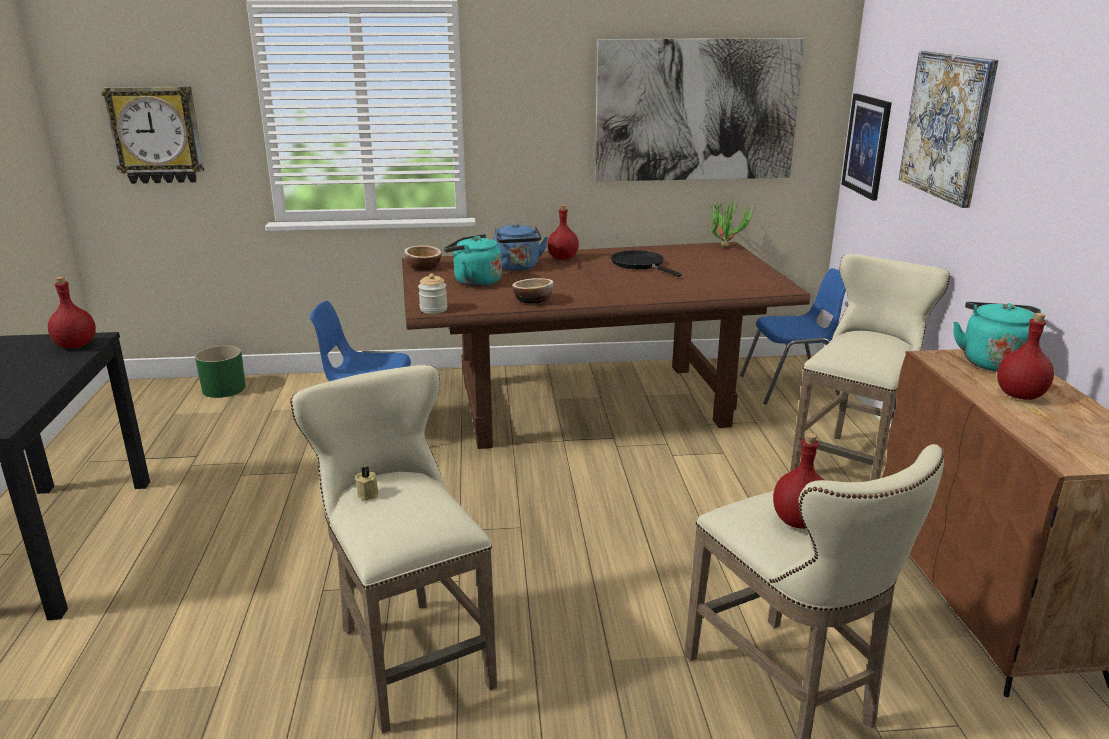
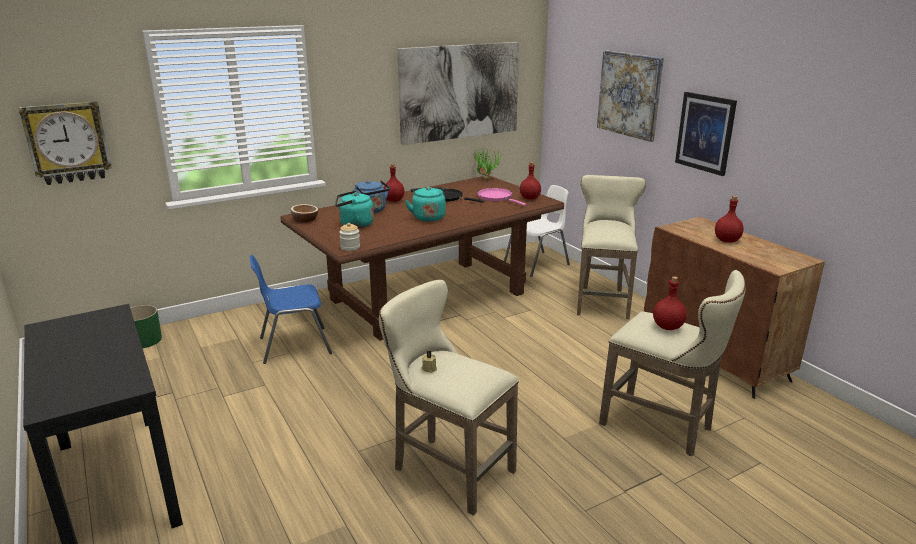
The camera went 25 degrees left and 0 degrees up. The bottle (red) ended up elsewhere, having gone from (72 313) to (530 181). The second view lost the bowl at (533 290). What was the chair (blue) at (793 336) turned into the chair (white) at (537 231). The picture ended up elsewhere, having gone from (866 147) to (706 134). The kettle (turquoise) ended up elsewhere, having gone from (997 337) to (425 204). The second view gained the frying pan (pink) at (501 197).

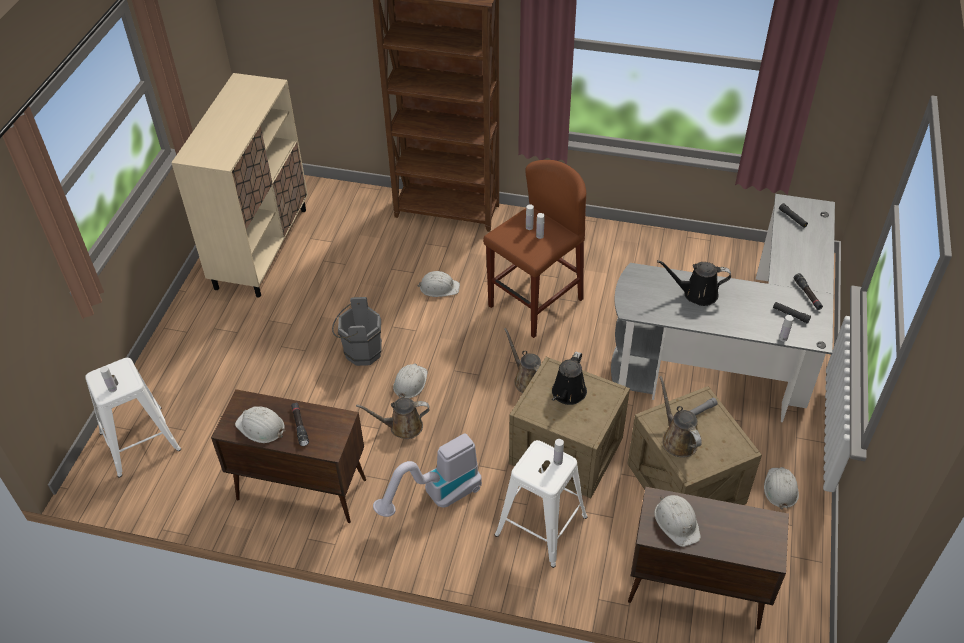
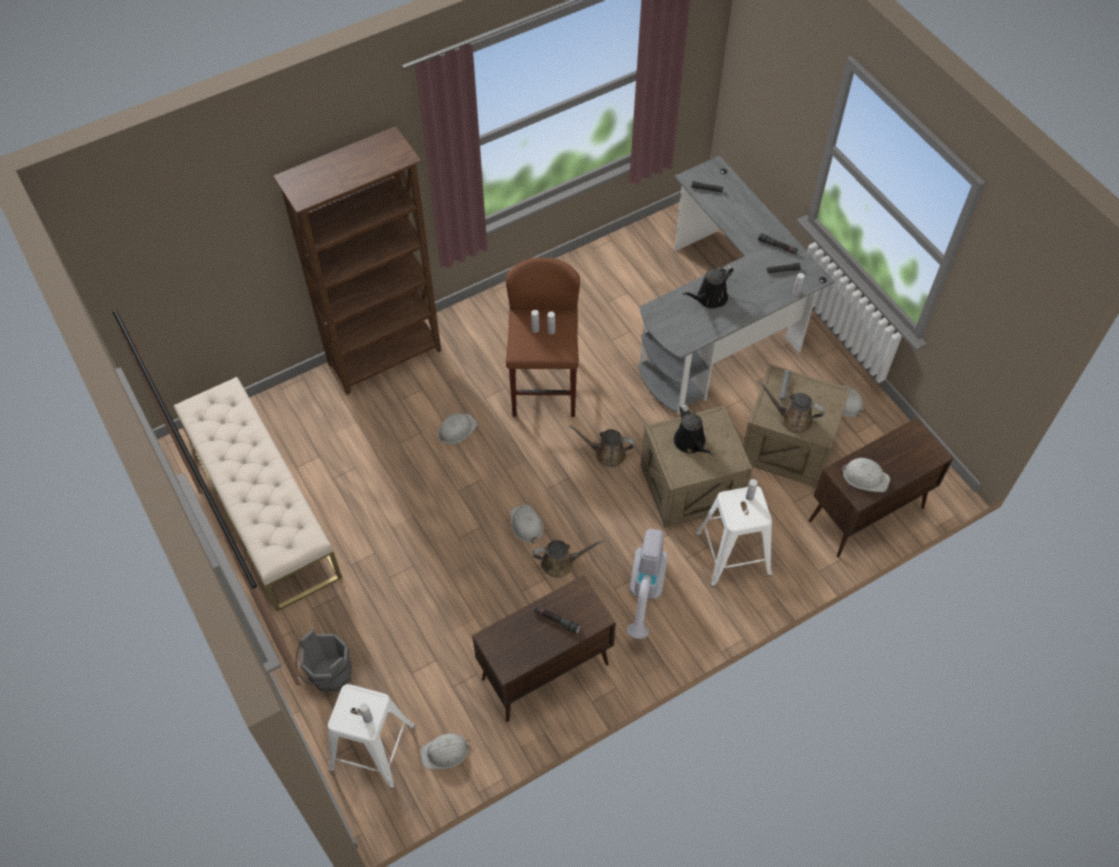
The camera went 45 degrees left and 10 degrees up. Where the cabinet (beige) stood at (239 185), the bench (beige) came to stand at (258 494). The hard hat (white) ended up elsewhere, having gone from (260 424) to (445 751). The bucket (grey) ended up elsewhere, having gone from (357 331) to (323 661). The watering can (brown) at (393 418) ended up facing another way, 135 degrees counterclockwise from before.

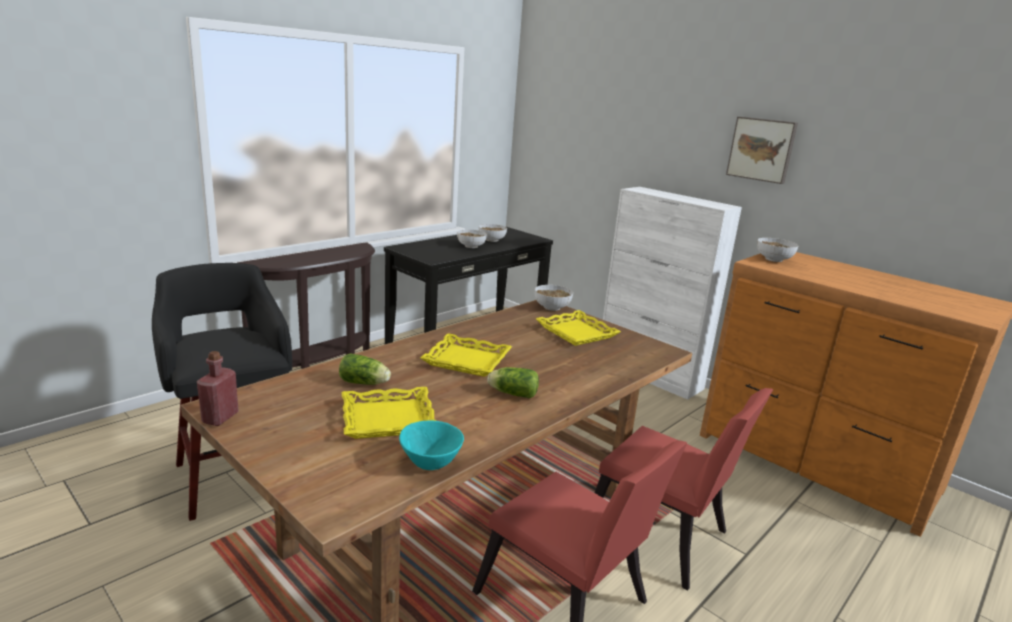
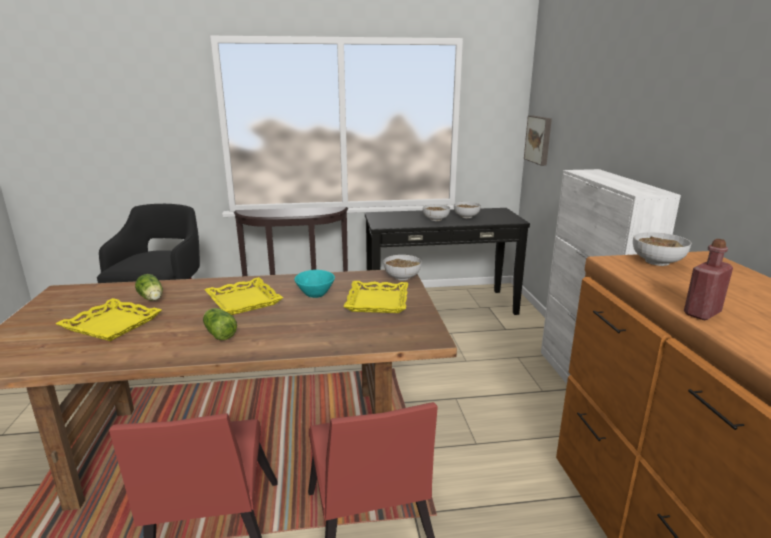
The camera went 40 degrees right and 0 degrees up. The bottle (red) ended up elsewhere, having gone from (218 388) to (708 279). The bowl (turquoise) ended up elsewhere, having gone from (431 445) to (314 284). The picture ended up elsewhere, having gone from (762 150) to (538 141).

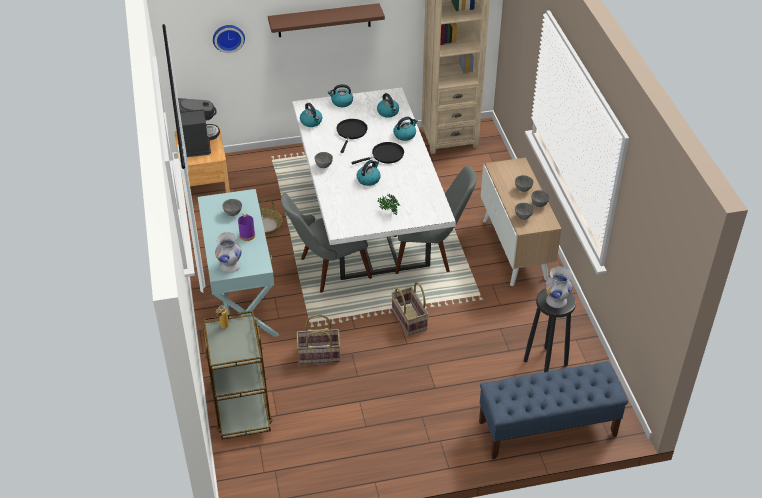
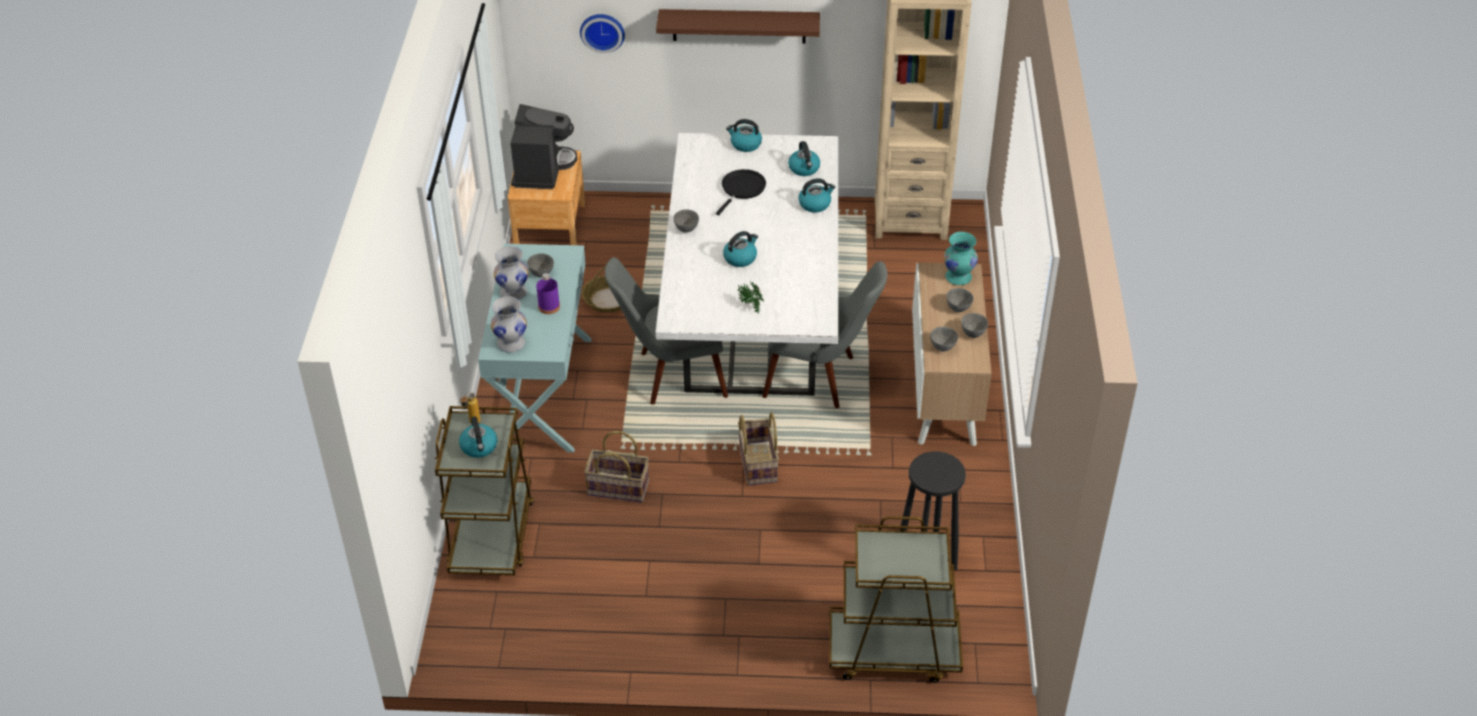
The camera went 15 degrees right and 0 degrees up. The kettle ended up elsewhere, having gone from (311 115) to (478 437). The second view lost the frying pan (black) at (377 153). Where the bench (blue) stood at (553 410), the cart (brown) came to stand at (896 599). The vase (white) ended up elsewhere, having gone from (558 287) to (511 273). The second view gained the vase (turquoise) at (961 258).

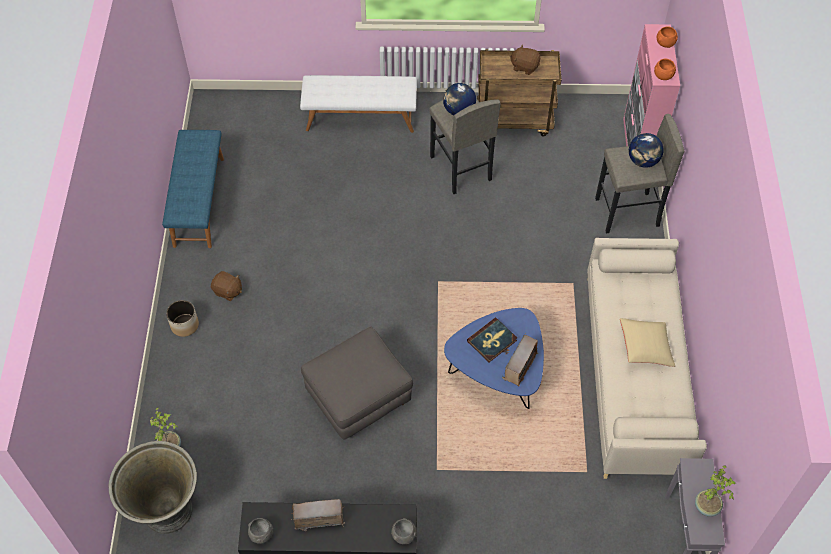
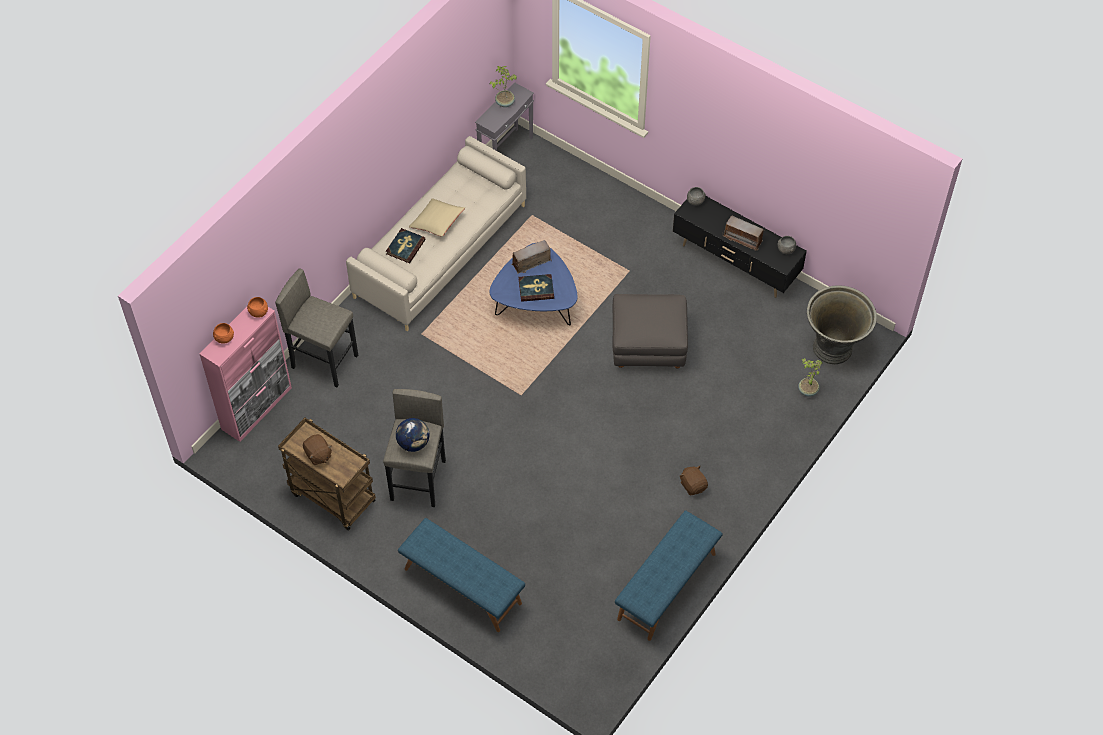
The camera went 145 degrees left and 0 degrees up. The second view lost the planter at (182 318). What was the bench (white) at (358 104) turned into the bench (blue) at (461 575). The second view lost the globe at (646 150). The second view gained the book at (406 245).

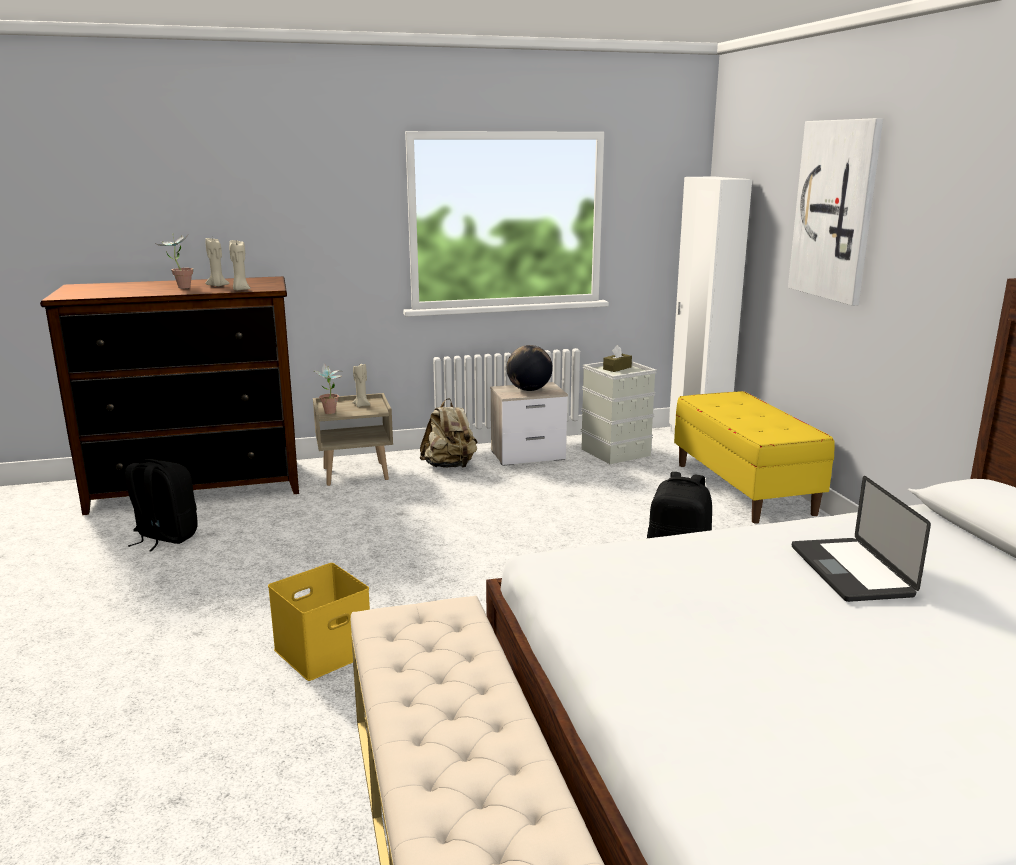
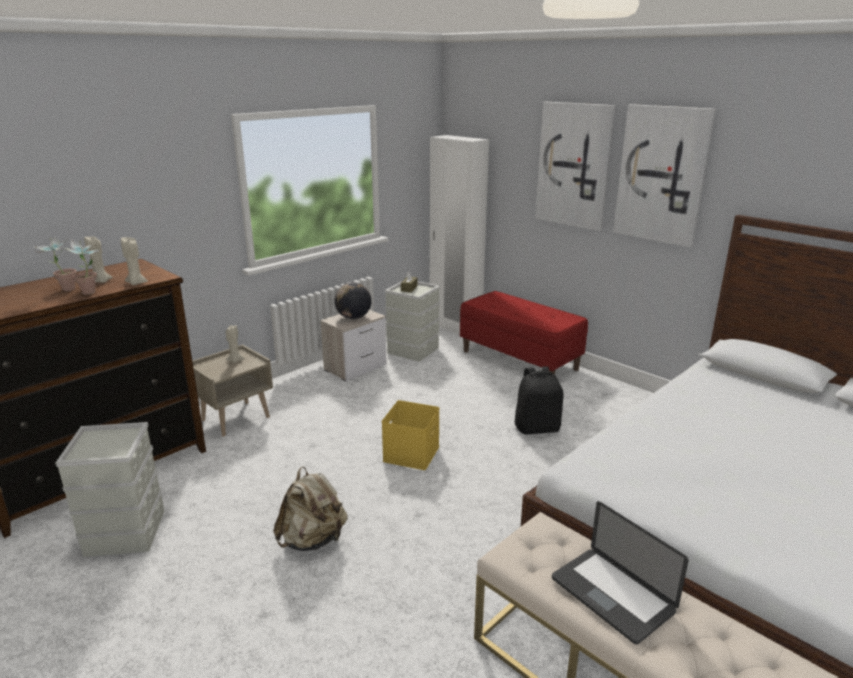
The camera went 30 degrees left and 5 degrees up. Where the backpack (black) stood at (161 505), the storage box (grey) came to stand at (109 489). The storage box (yellow) ended up elsewhere, having gone from (319 622) to (411 435). The potted plant ended up elsewhere, having gone from (327 389) to (82 267). The backpack (beige) ended up elsewhere, having gone from (448 433) to (310 509). What was the bench (yellow) at (754 457) turned into the bench (red) at (524 333). The laptop ended up elsewhere, having gone from (861 539) to (620 573). The second view gained the picture at (664 175).

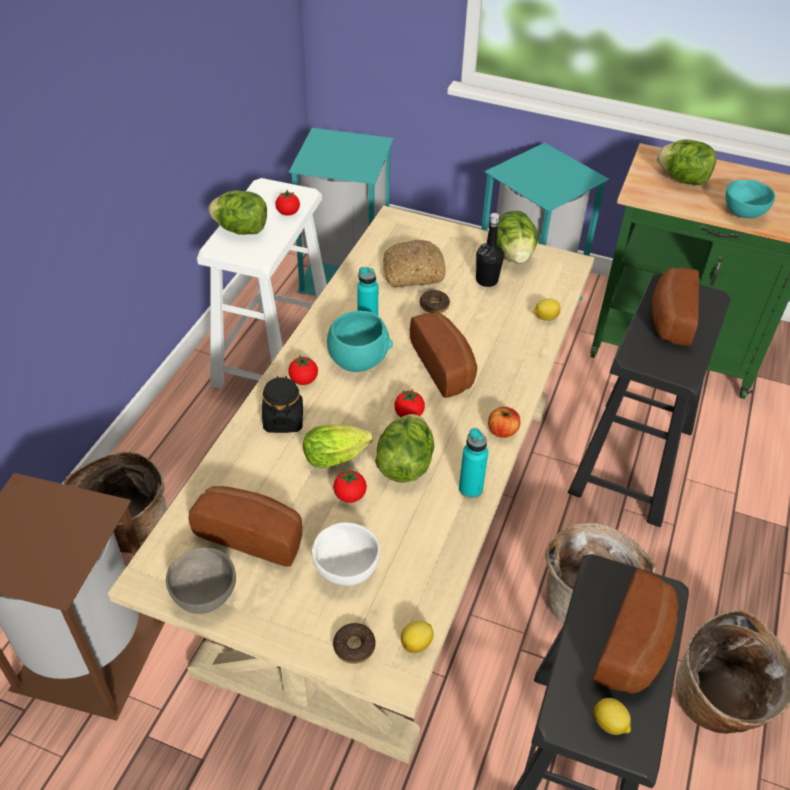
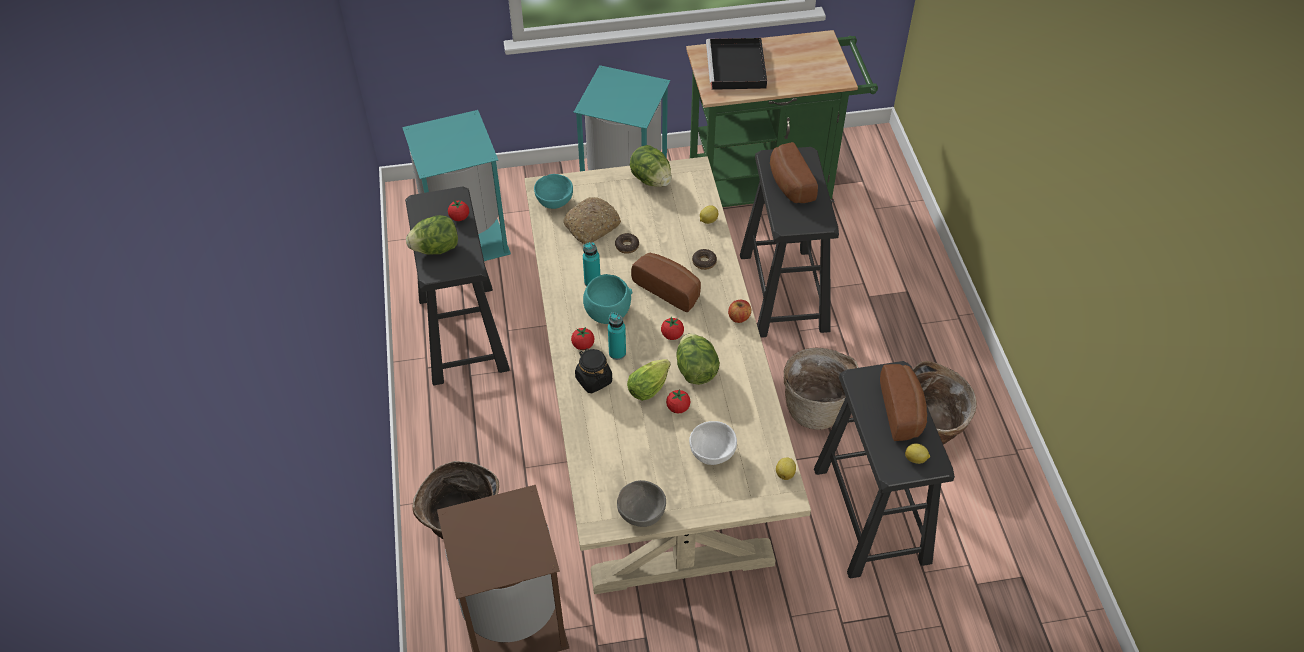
The camera went 30 degrees left and 5 degrees up. The second view lost the bread at (245 526). What was the stool (white) at (262 283) turned into the stool (black) at (457 285). The donut ended up elsewhere, having gone from (354 643) to (704 259). The bottle (turquoise) ended up elsewhere, having gone from (473 463) to (617 336). The second view lost the bottle (black) at (490 250). Where the lettuce stood at (687 162), the tray (black) came to stand at (736 64). The bowl (turquoise) ended up elsewhere, having gone from (750 198) to (553 191).

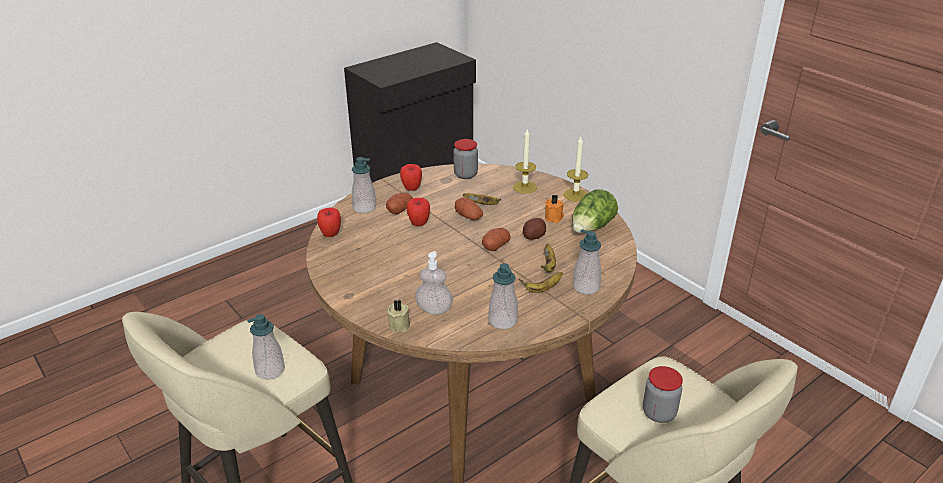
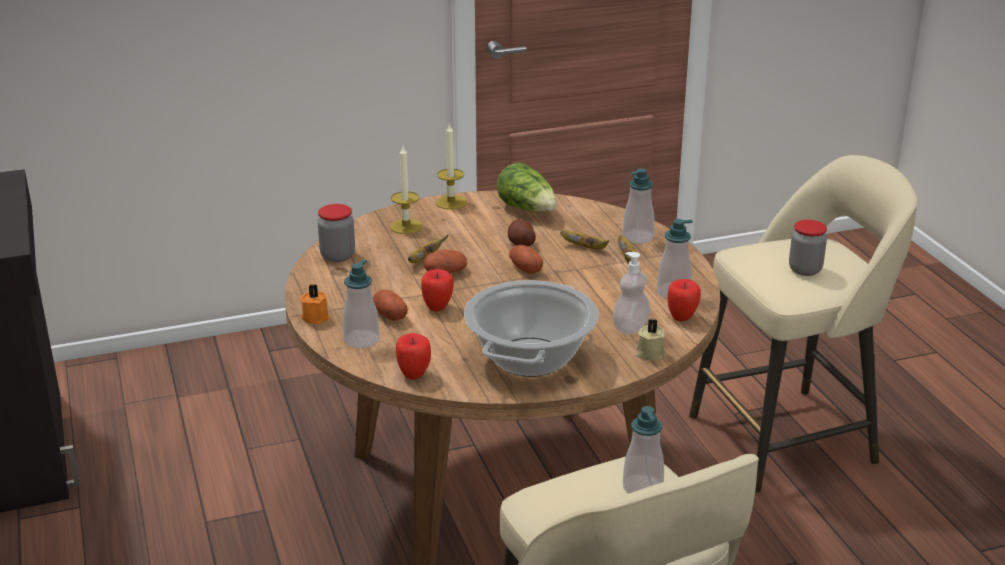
The camera went 70 degrees left and 5 degrees down. The apple ended up elsewhere, having gone from (411 177) to (684 300). The candle (orange) ended up elsewhere, having gone from (554 208) to (315 304). The second view gained the cooking pot at (531 328).

